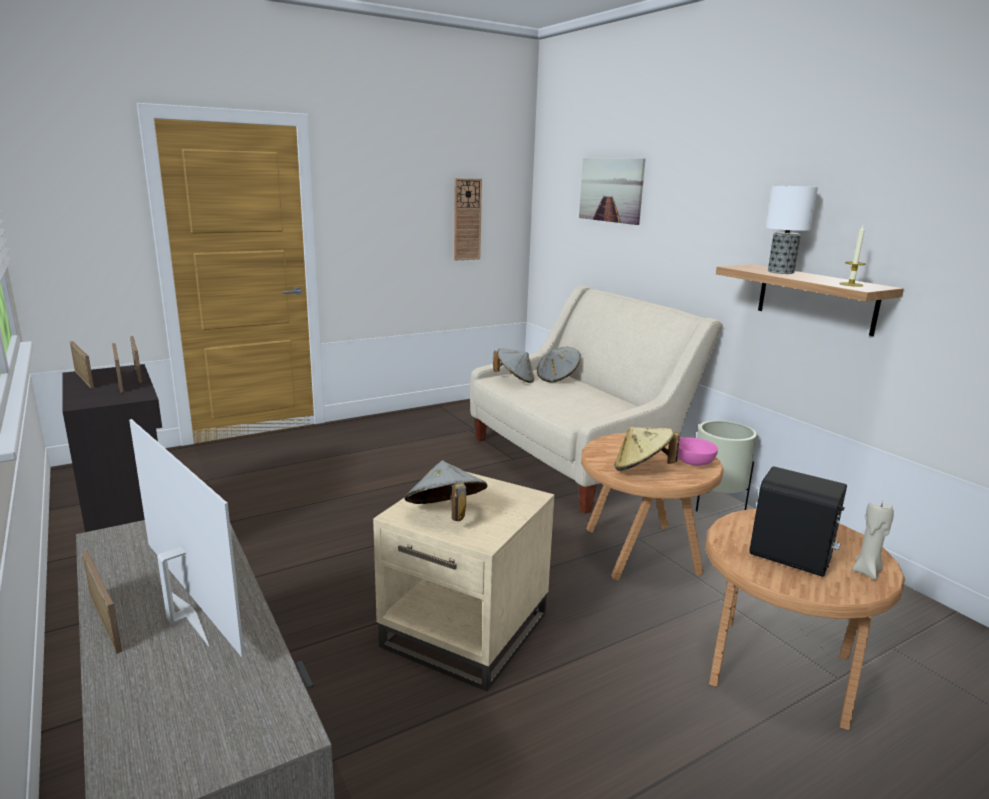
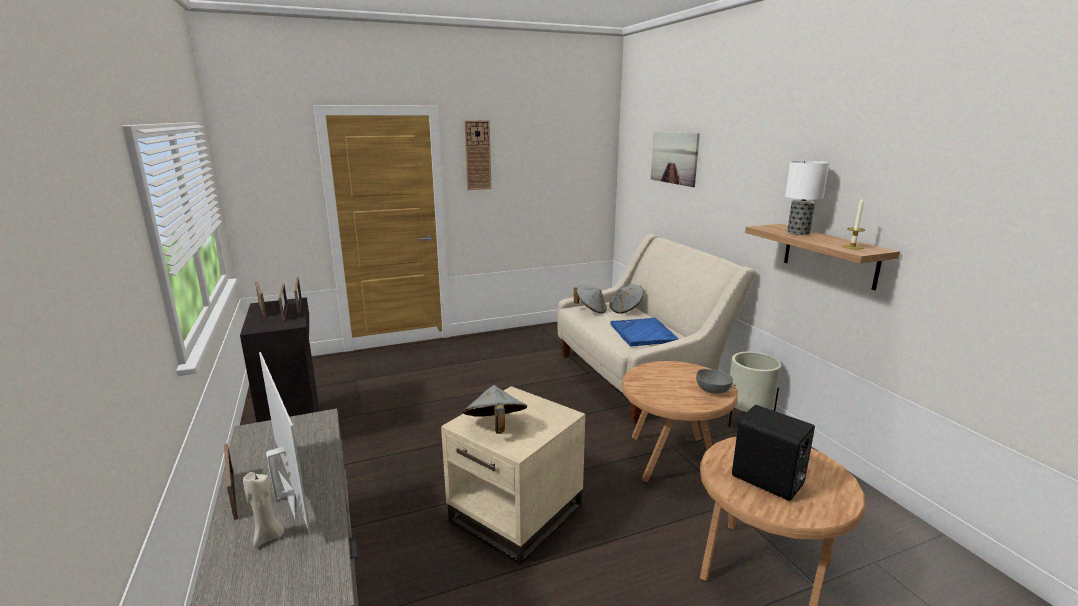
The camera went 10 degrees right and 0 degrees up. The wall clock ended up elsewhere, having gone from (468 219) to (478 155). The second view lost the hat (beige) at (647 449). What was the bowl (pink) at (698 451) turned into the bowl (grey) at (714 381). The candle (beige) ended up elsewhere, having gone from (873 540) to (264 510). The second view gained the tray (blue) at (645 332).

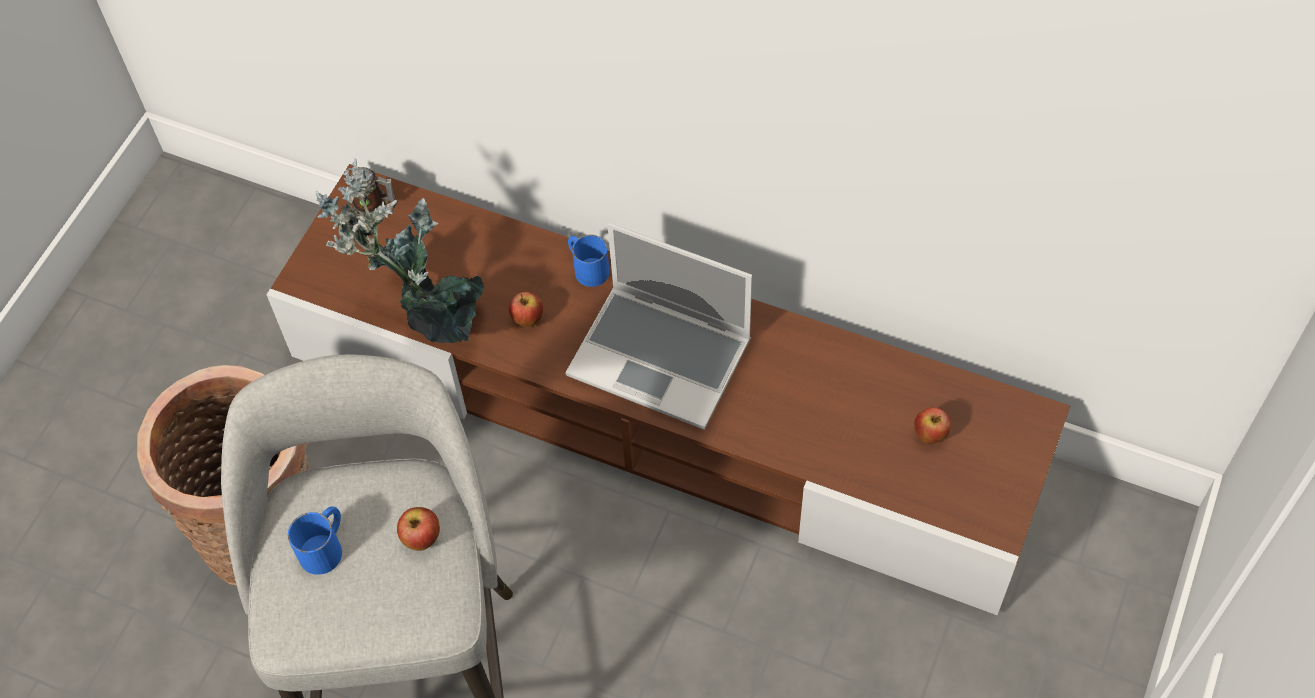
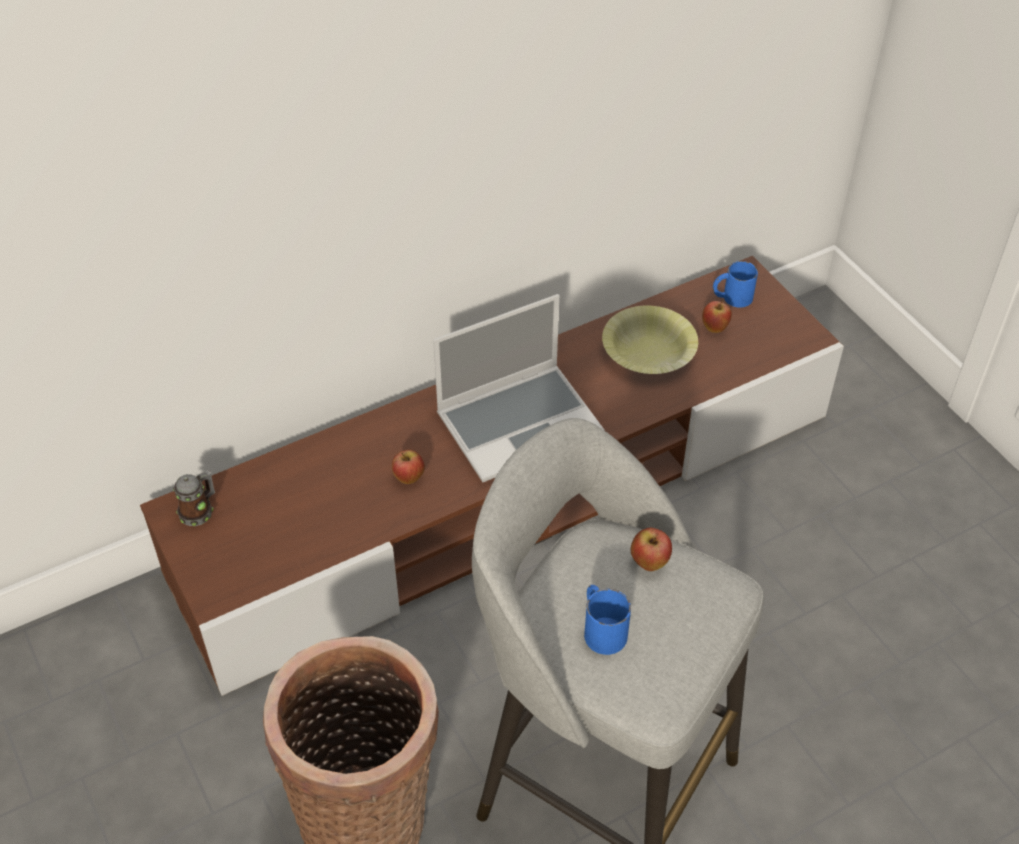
The camera went 55 degrees left and 10 degrees down. The second view lost the potted plant at (400 250). The mug (blue) ended up elsewhere, having gone from (588 261) to (735 284). The second view gained the bowl (yellow) at (650 339).

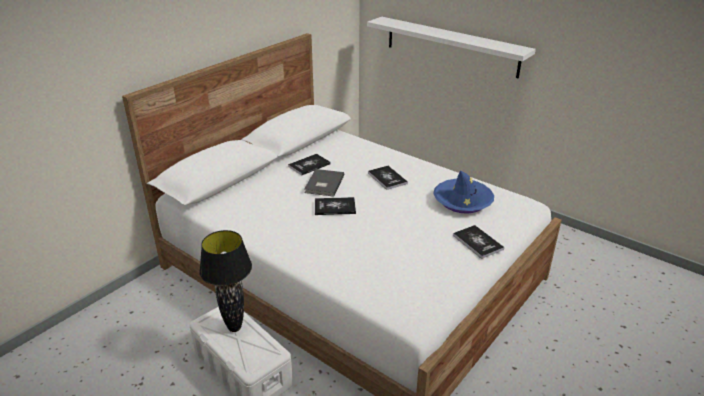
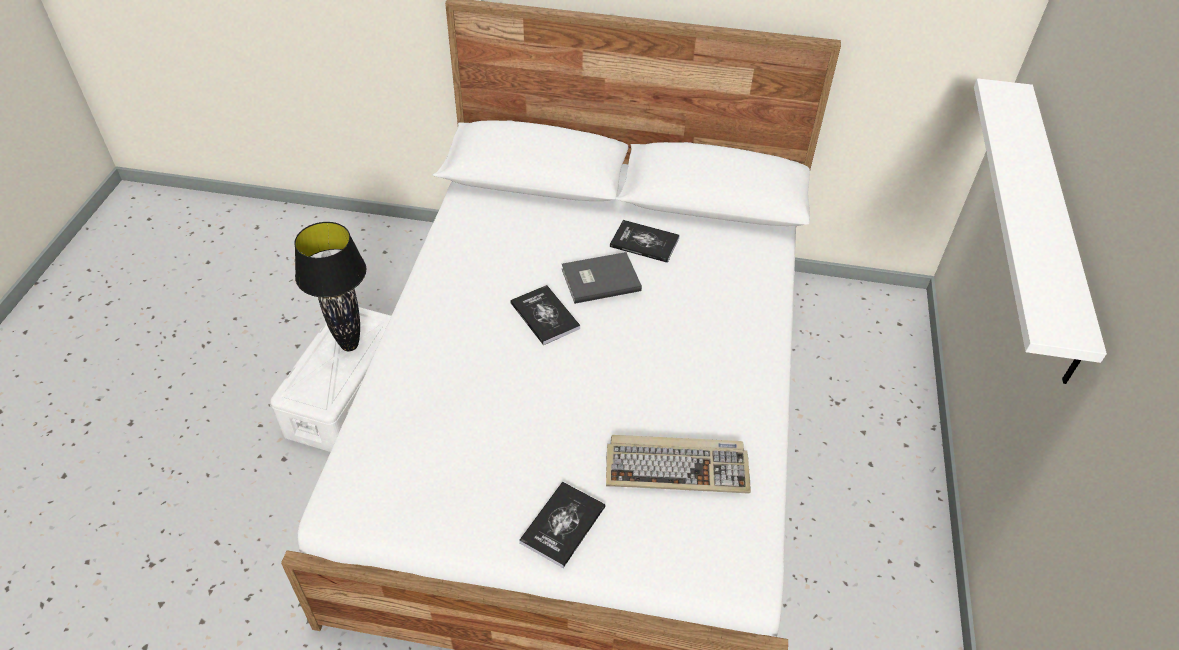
The camera went 60 degrees right and 15 degrees up. The second view lost the book at (388 178). Where the hat (blue) stood at (463 192), the keyboard came to stand at (678 464).

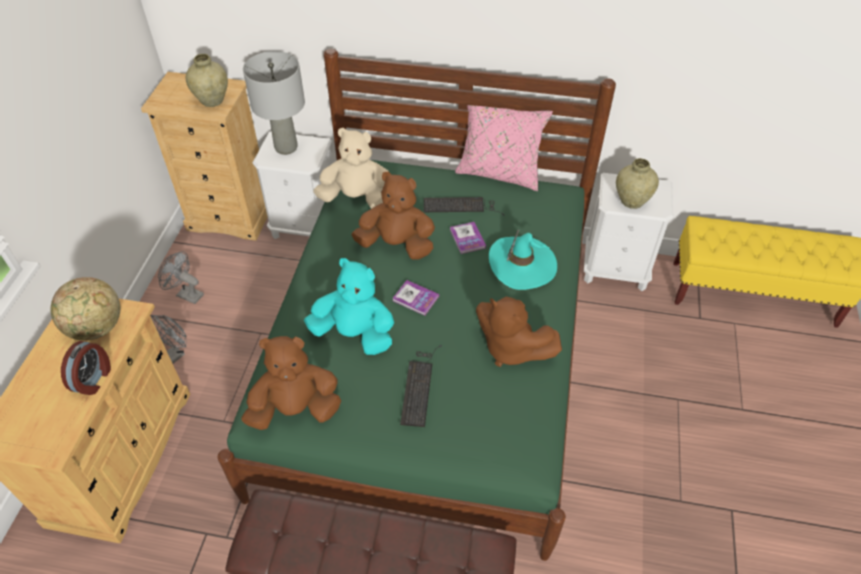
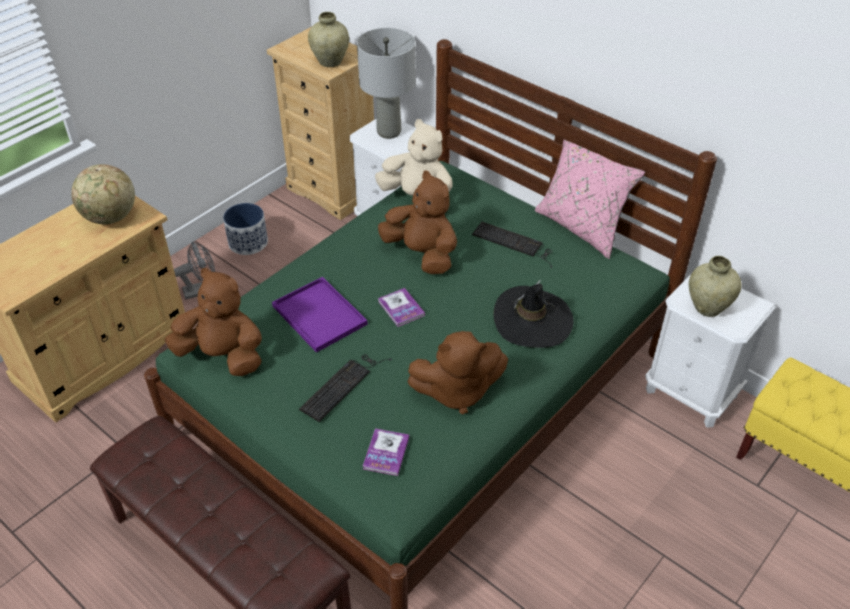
The camera went 30 degrees right and 5 degrees down. The second view lost the alarm clock at (86 368). Where the fan (grey) stood at (181 277), the planter came to stand at (245 229). Where the plush toy (turquoise) stood at (349 306), the tray (purple) came to stand at (320 315). The book ended up elsewhere, having gone from (468 238) to (386 452). The plush toy (brown) at (519 332) ended up facing another way, 75 degrees counterclockwise from before. What was the hat (turquoise) at (523 259) turned into the hat (black) at (533 314).

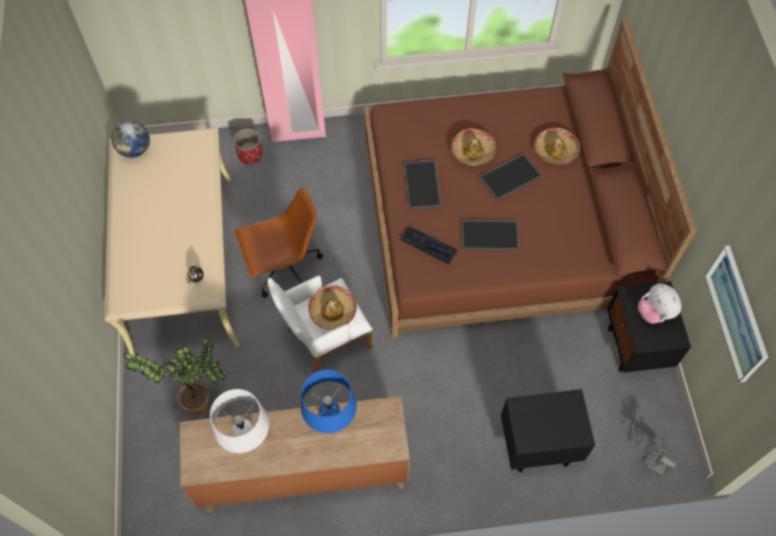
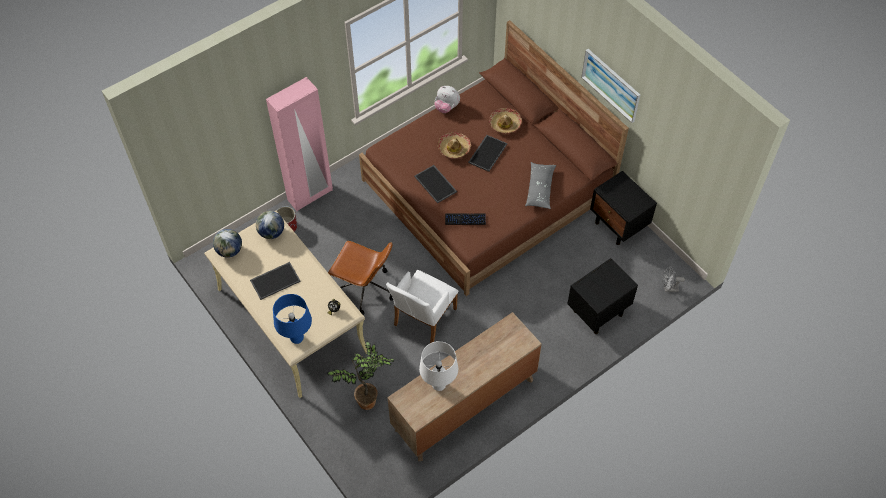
The camera went 30 degrees left and 5 degrees down. The office chair (brown) at (279 242) ended up facing another way, 75 degrees clockwise from before. The table lamp (blue) ended up elsewhere, having gone from (329 401) to (292 319). The second view lost the hat at (332 307). The tray ended up elsewhere, having gone from (490 235) to (275 281). The plush toy ended up elsewhere, having gone from (660 303) to (447 99). The picture ended up elsewhere, having gone from (736 314) to (610 86). The second view gained the globe at (270 225). The second view gained the pillow (grey) at (540 185).

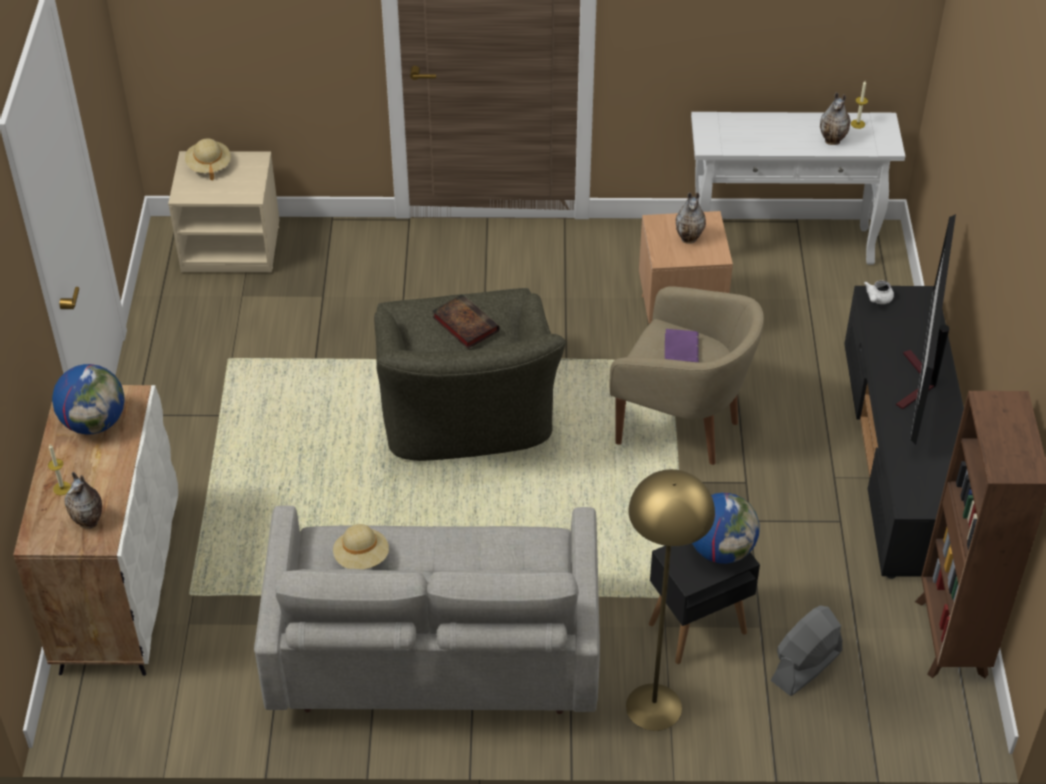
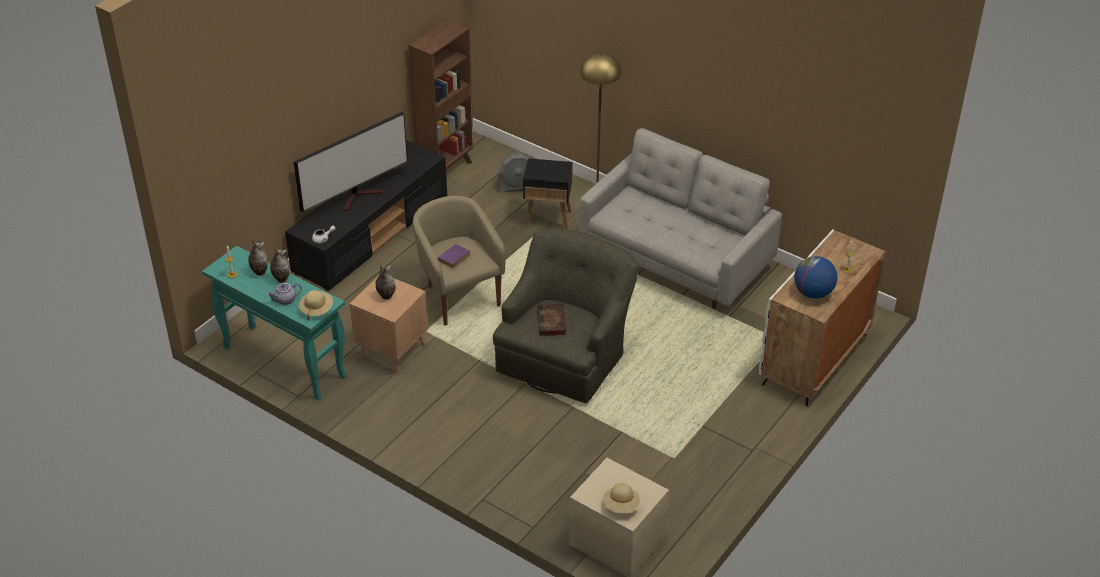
The camera went 145 degrees left and 5 degrees down. The vase ended up elsewhere, having gone from (83 500) to (280 264). The hat (beige) ended up elsewhere, having gone from (361 546) to (316 305). What was the console table (white) at (798 188) turned into the console table (turquoise) at (274 323). The second view lost the globe at (725 528). The second view gained the teapot at (284 294).

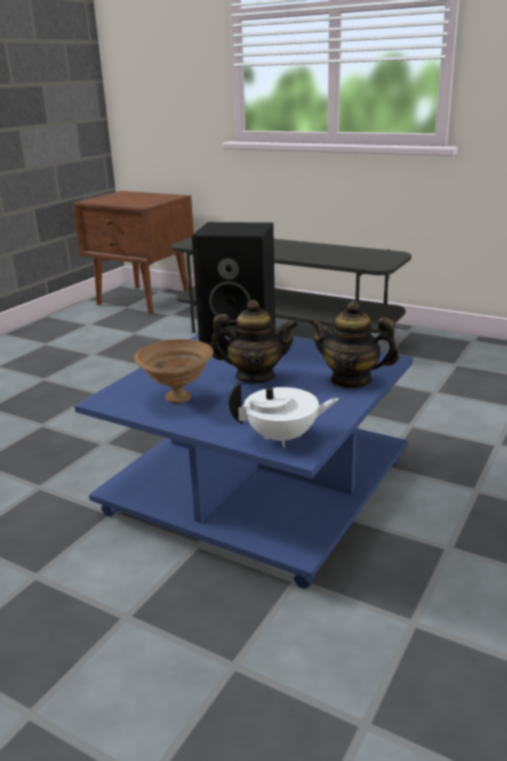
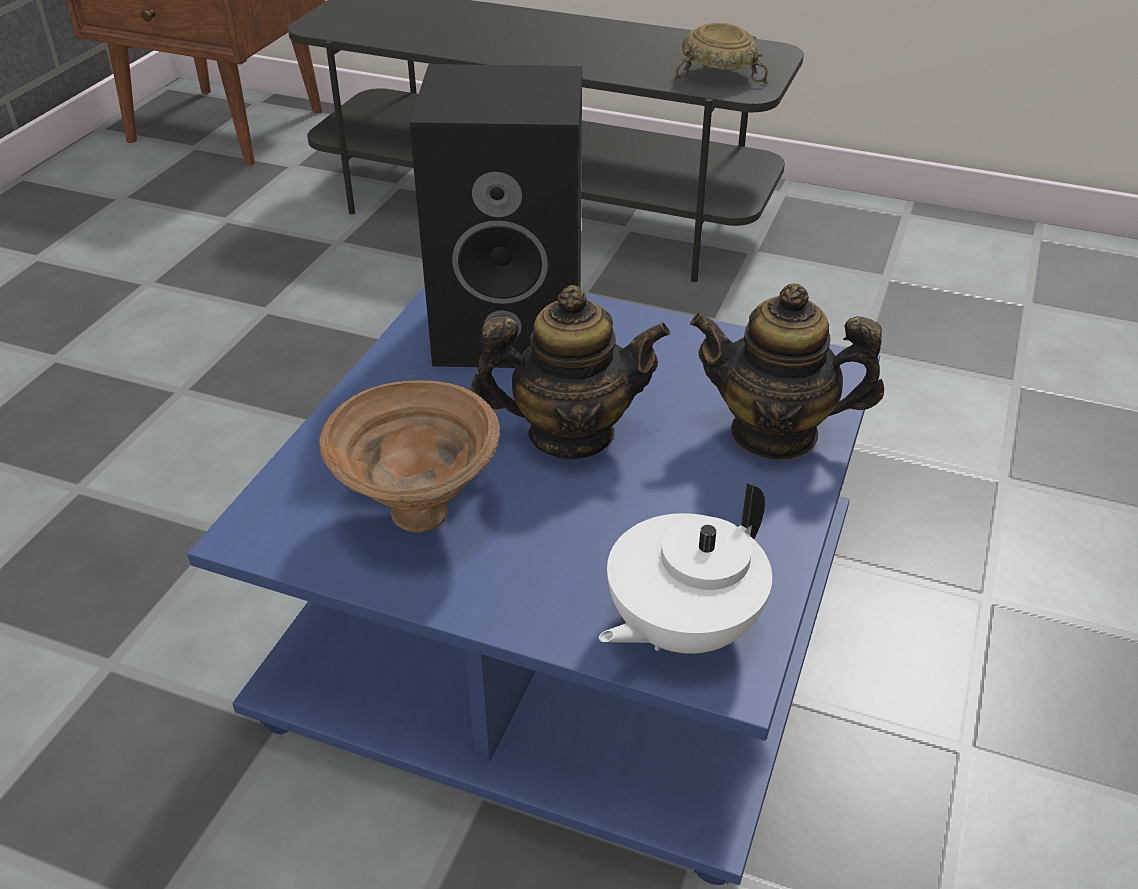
The camera went 10 degrees left and 15 degrees up. The teapot (white) at (284 414) ended up facing another way, 150 degrees clockwise from before. The second view gained the bowl (beige) at (720 53).

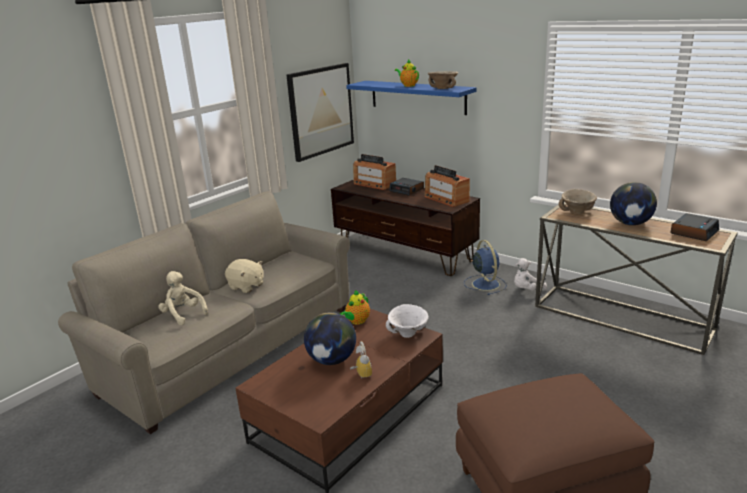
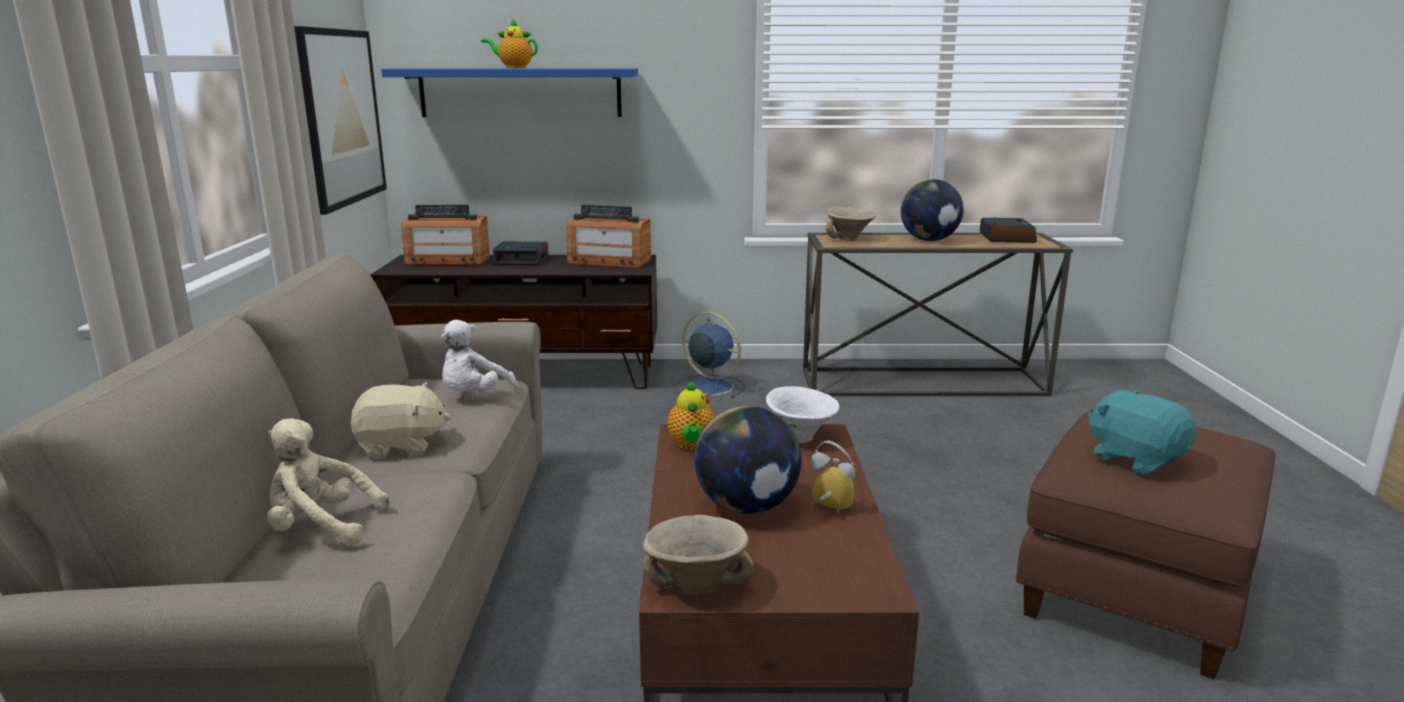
The camera went 40 degrees left and 5 degrees down. The bowl (beige) ended up elsewhere, having gone from (443 80) to (698 555). The plush toy (white) ended up elsewhere, having gone from (530 274) to (478 355). The second view gained the plush toy (turquoise) at (1142 432).

